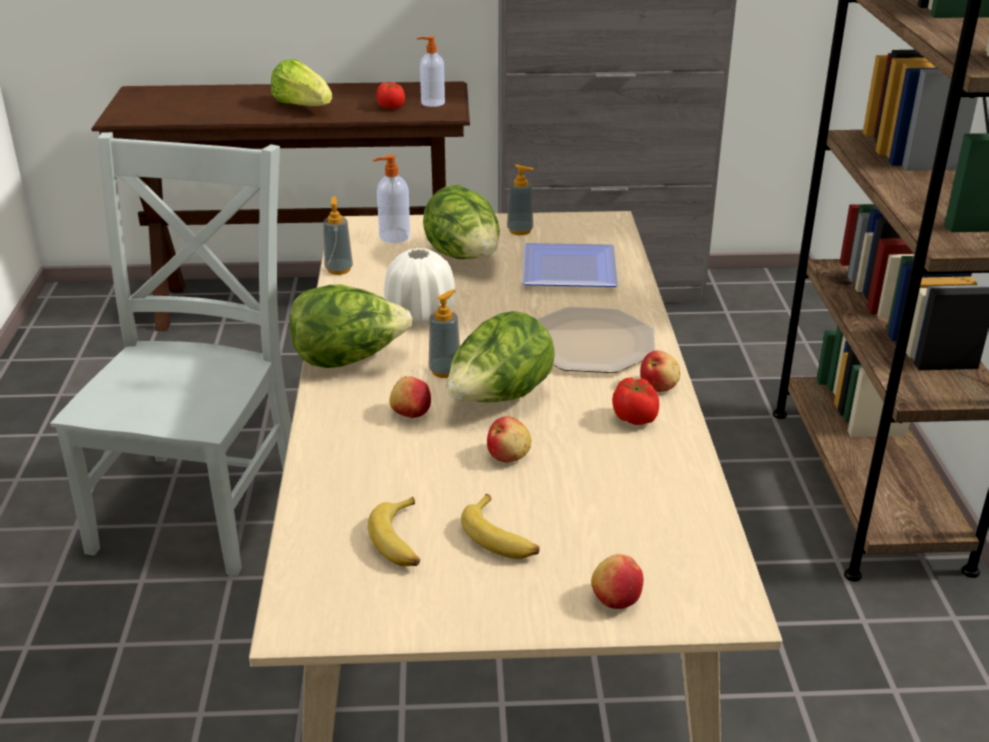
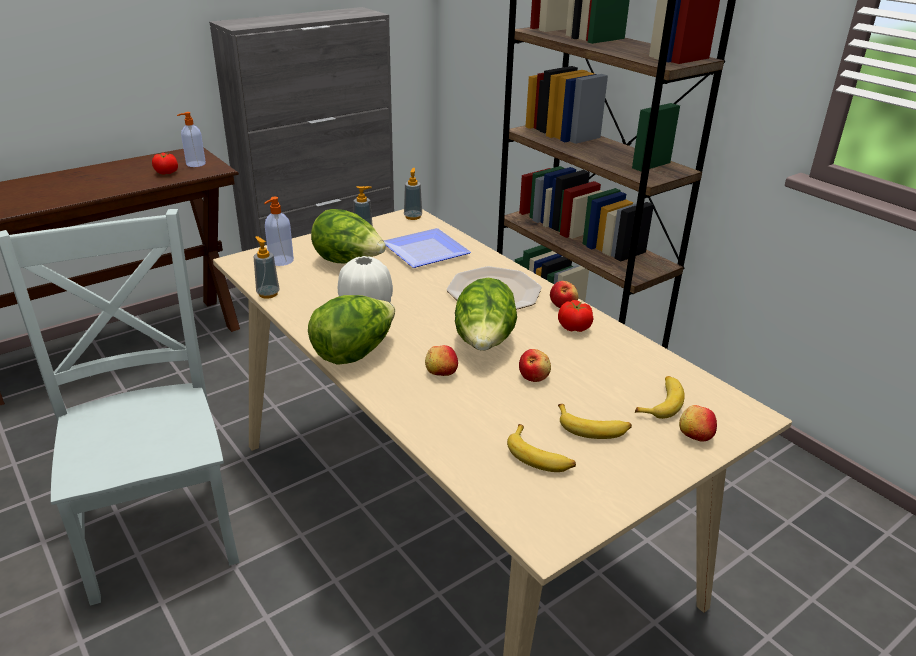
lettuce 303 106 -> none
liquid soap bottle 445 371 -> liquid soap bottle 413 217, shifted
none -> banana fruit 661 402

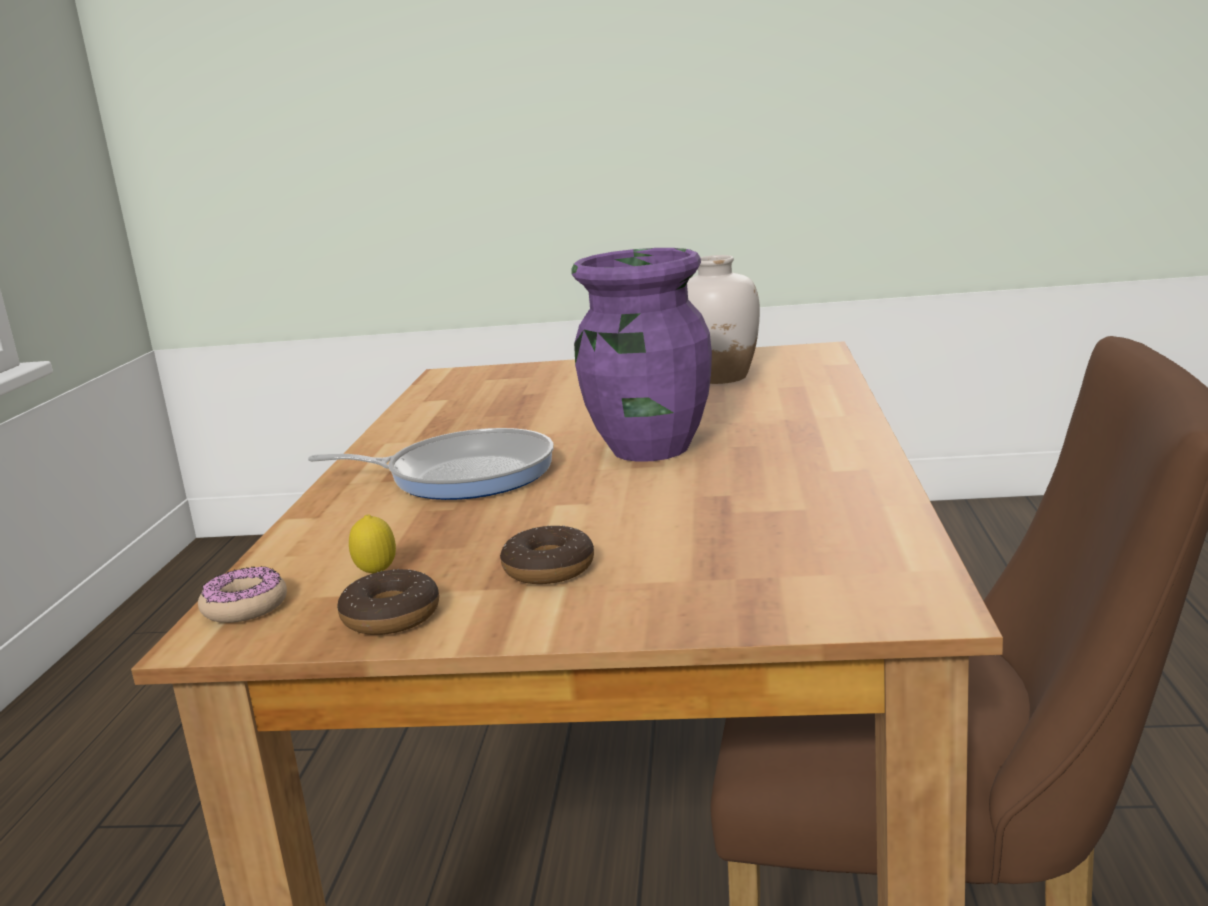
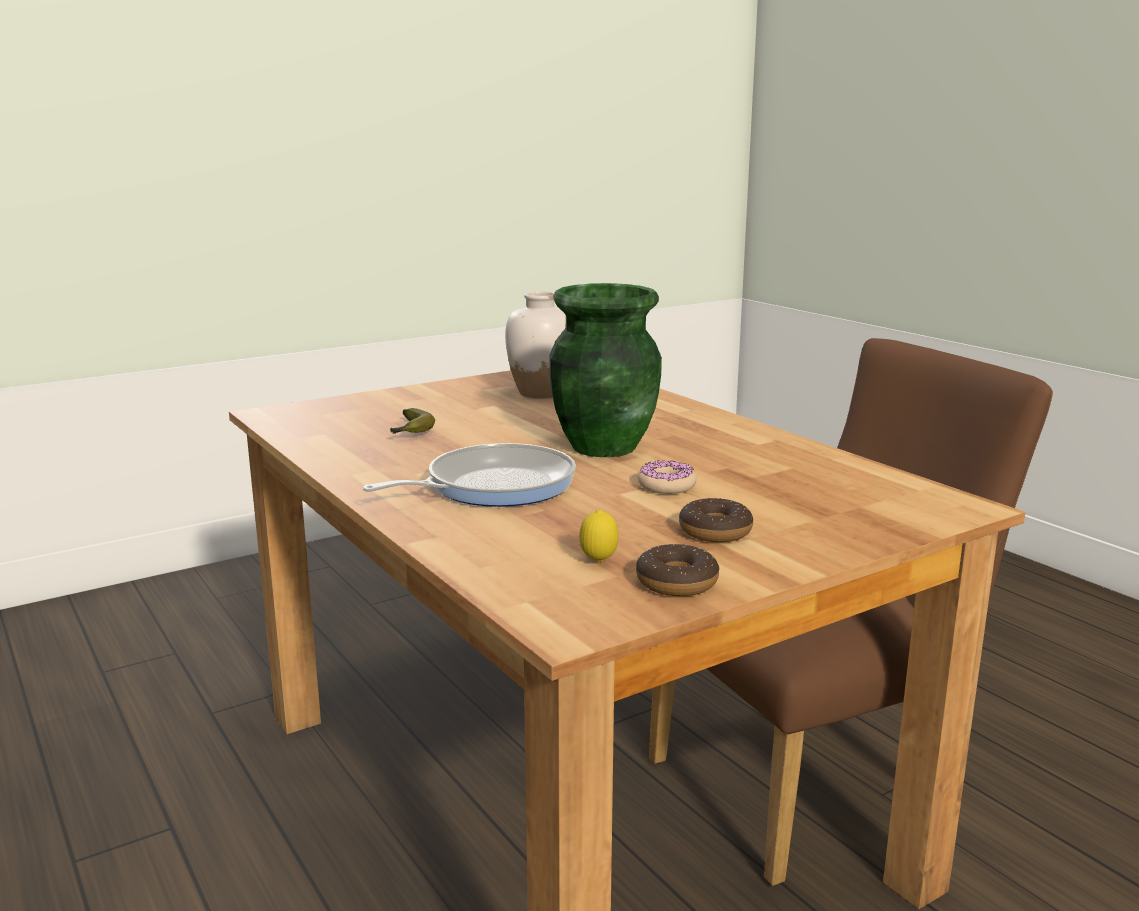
donut 245 607 -> donut 666 486, shifted
flower vase (purple-coloured) 649 448 -> flower vase (green) 602 447
none -> banana fruit 411 431

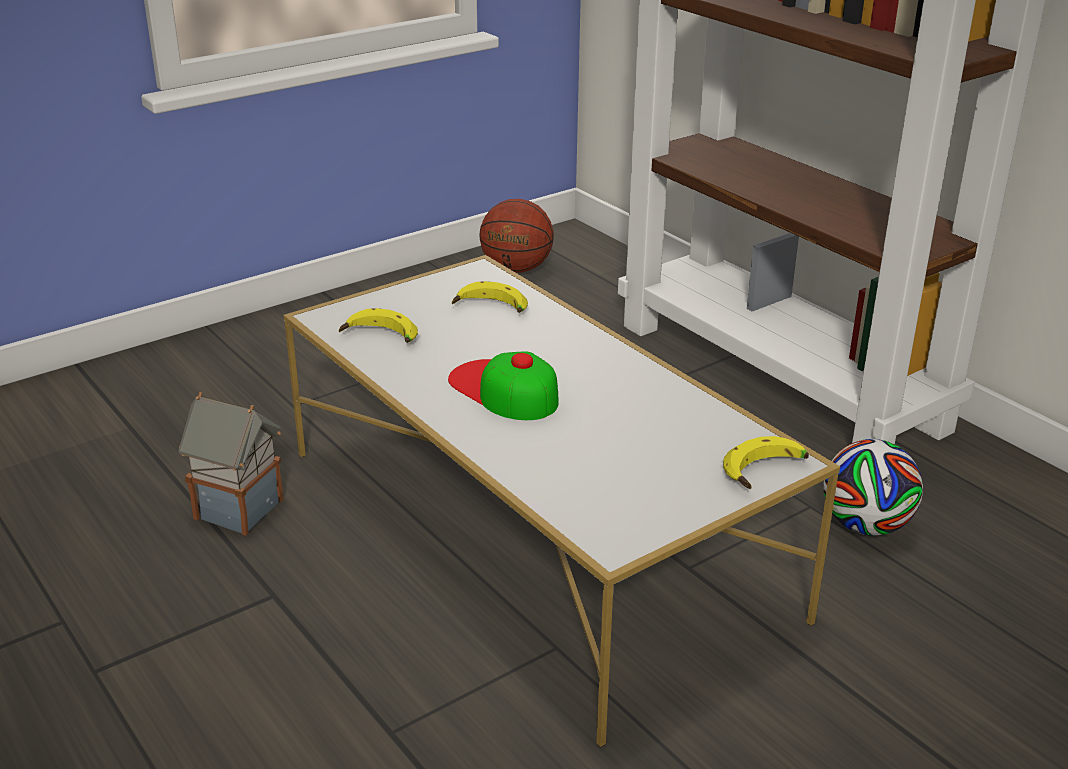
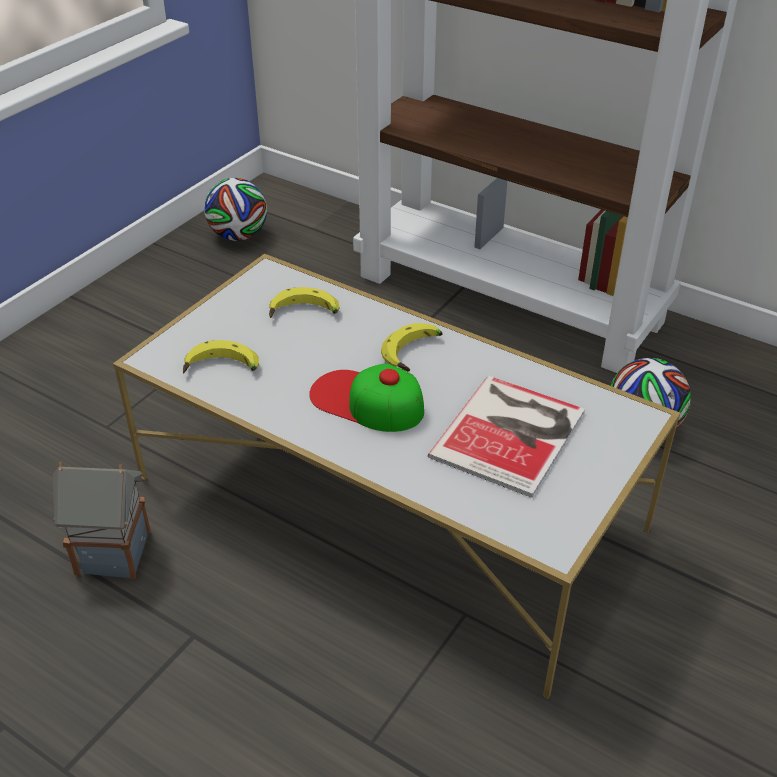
ball for basketball 516 269 -> football 238 236
banana fruit 766 473 -> banana fruit 414 354, shifted
none -> book 512 433

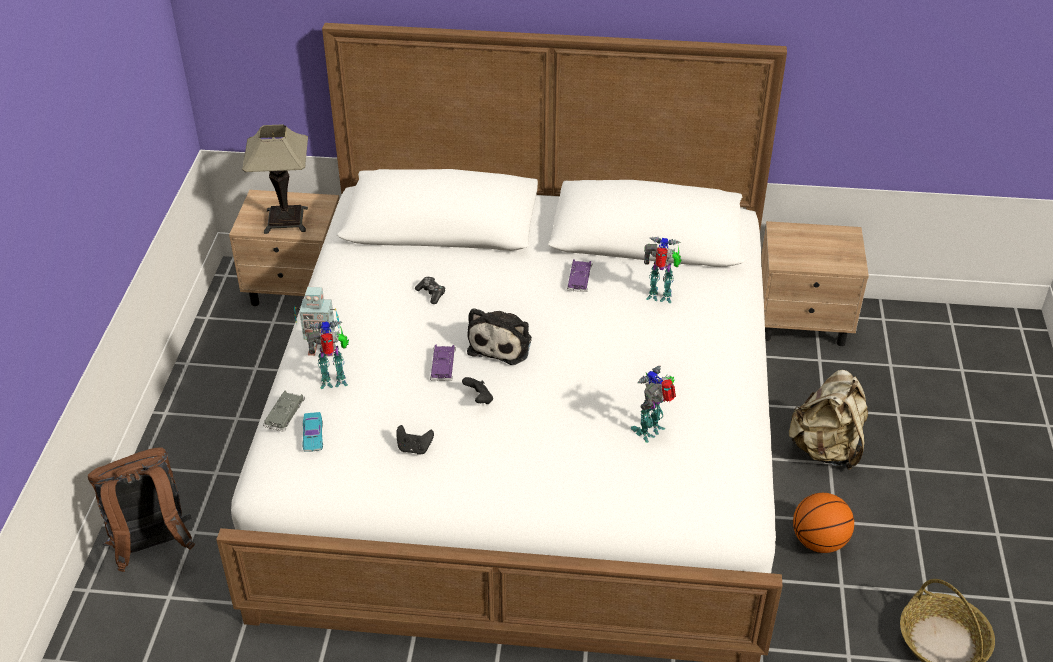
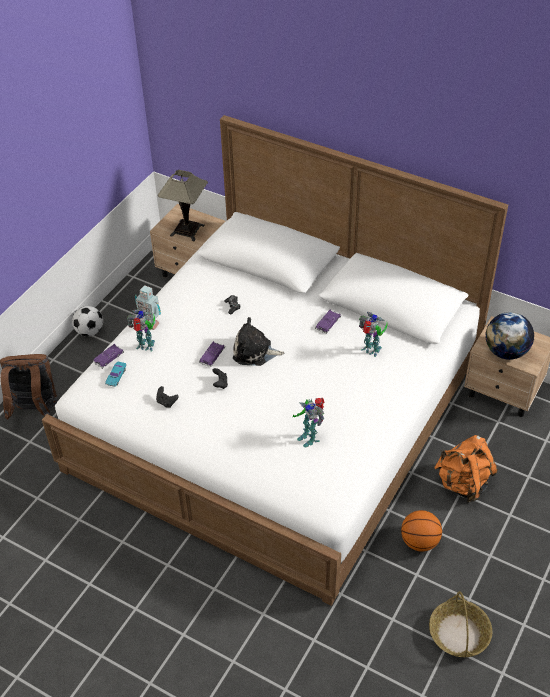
miniature car (grey) 284 414 -> miniature car (purple-coloured) 108 358
plush toy 502 343 -> plush toy 255 352, 60 degrees clockwise
toy robot 651 431 -> toy robot 309 437, 105 degrees counterclockwise
rucksack (beige) 826 449 -> rucksack (orangey) 463 483
none -> football 90 332
none -> world globe 505 352

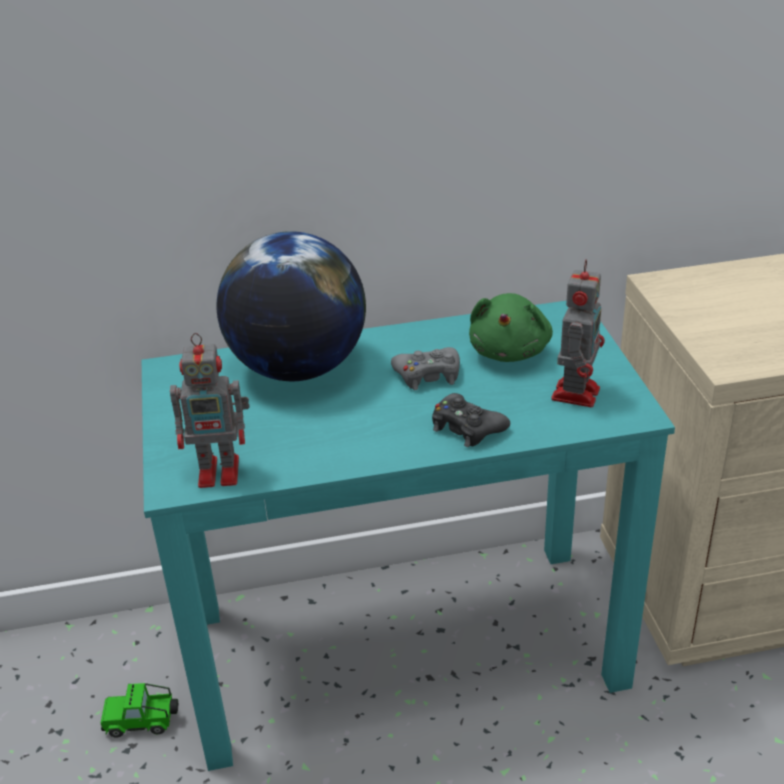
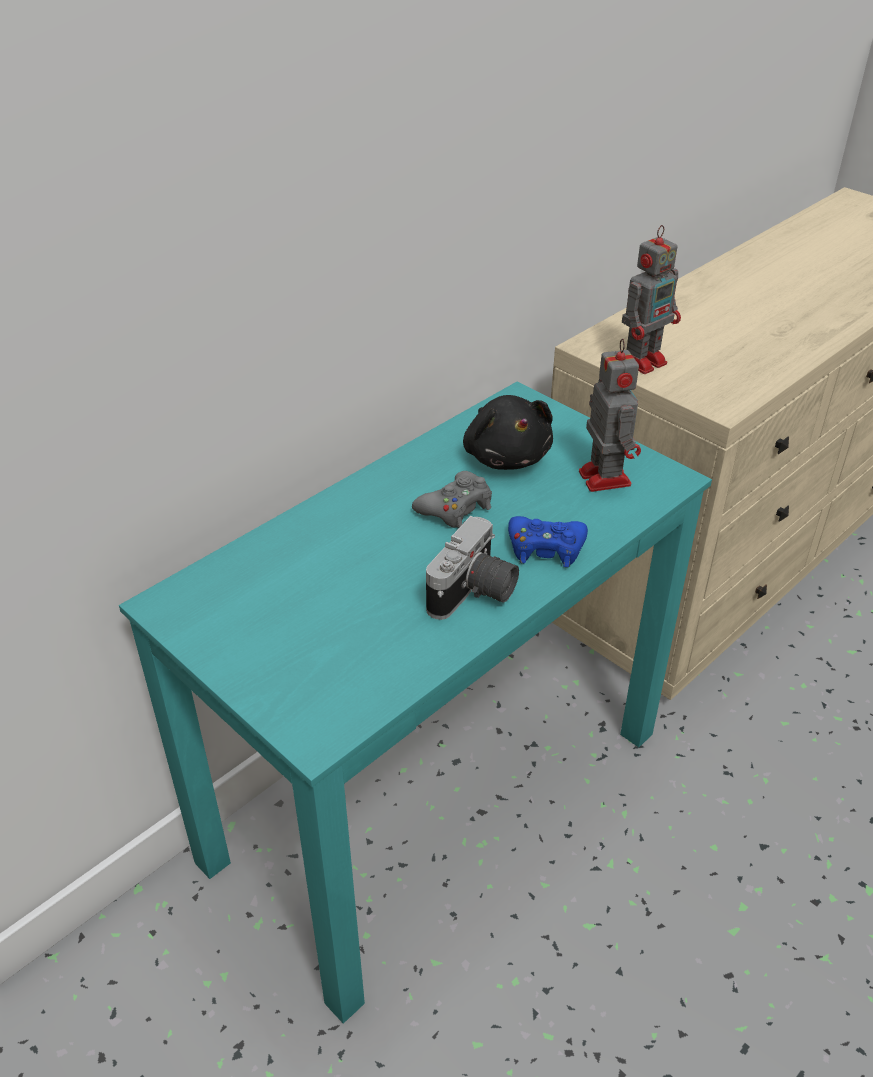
miniature car 143 722 -> none
toy robot 222 471 -> toy robot 643 360, shifted
world globe 298 368 -> none
gamepad (black) 467 428 -> gamepad (bluish) 546 548
plush toy (green) 510 351 -> plush toy (black) 506 456
none -> still camera 474 594

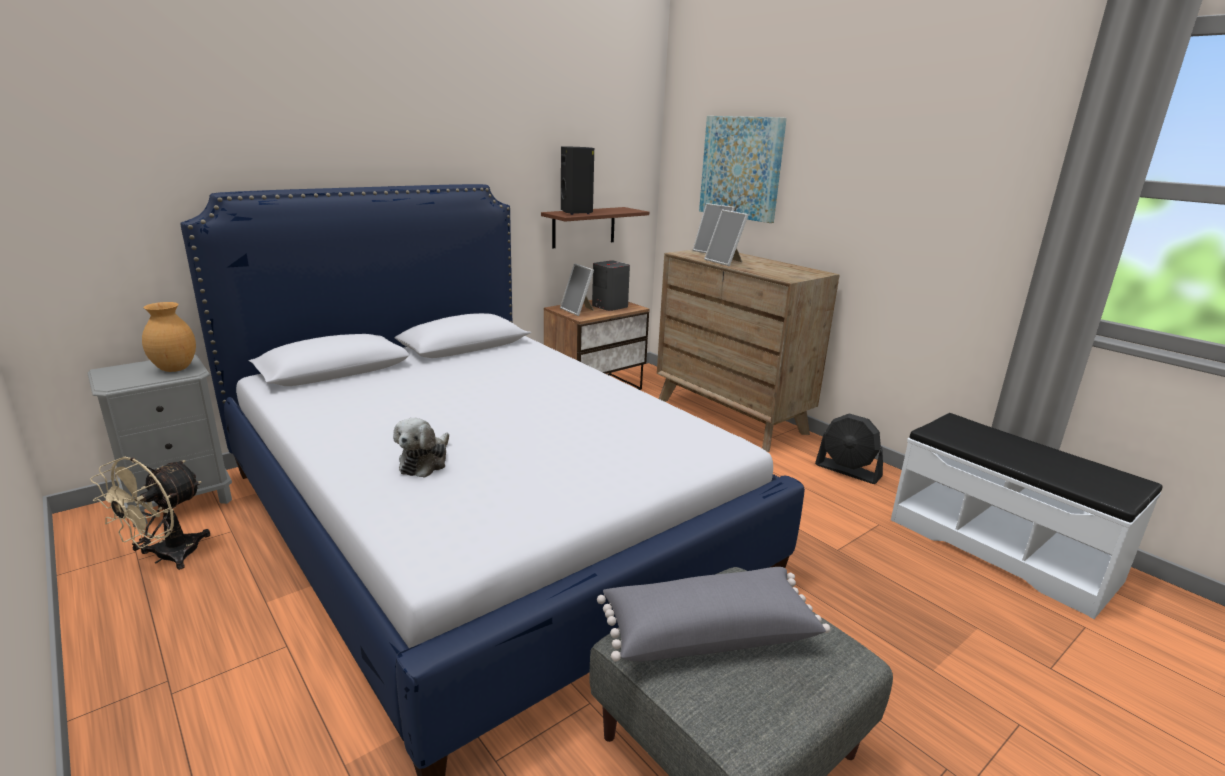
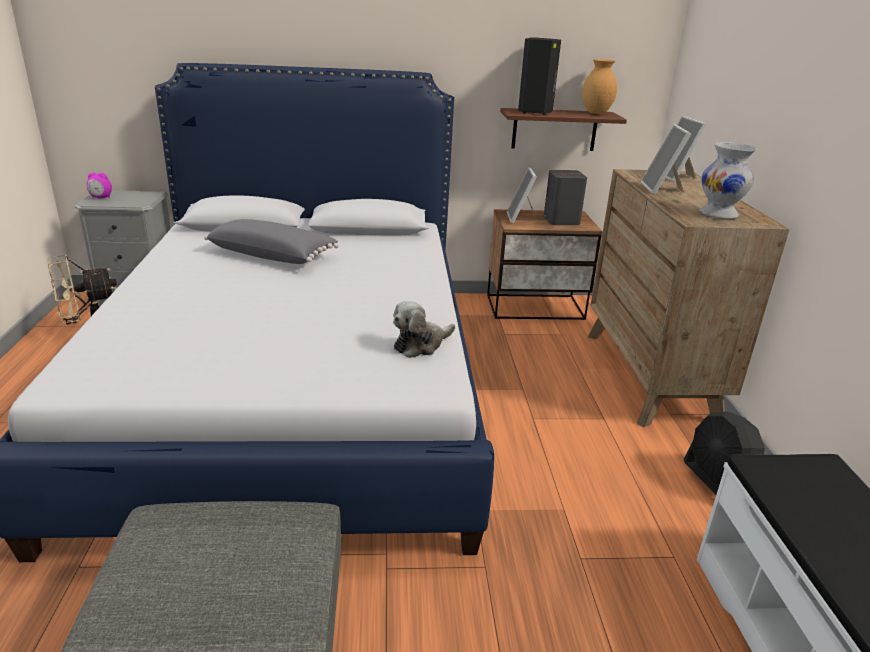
flower vase (brown) 174 369 -> flower vase (brown) 595 113, shifted
plush toy 425 462 -> plush toy 421 345, shifted
cushion (grey) 707 632 -> cushion (grey) 273 255, shifted
picture 741 168 -> none
none -> alarm clock 101 198
none -> flower vase (whitish) 719 214

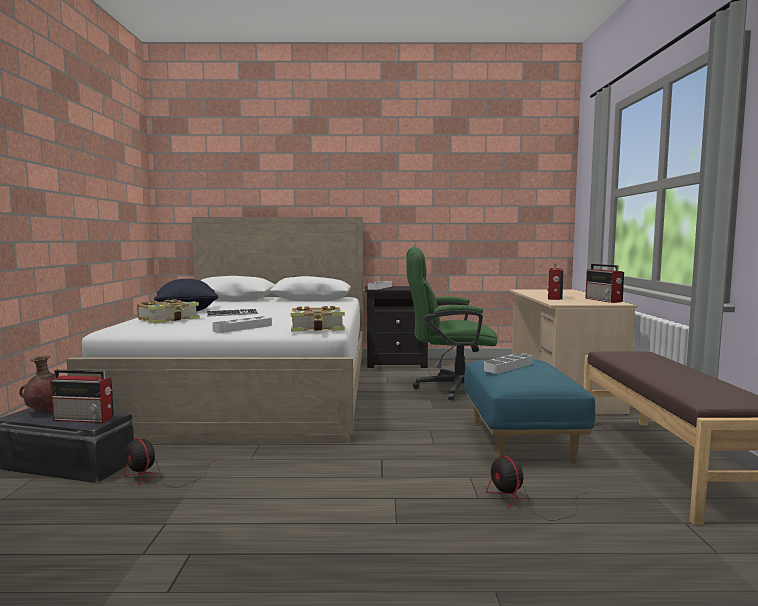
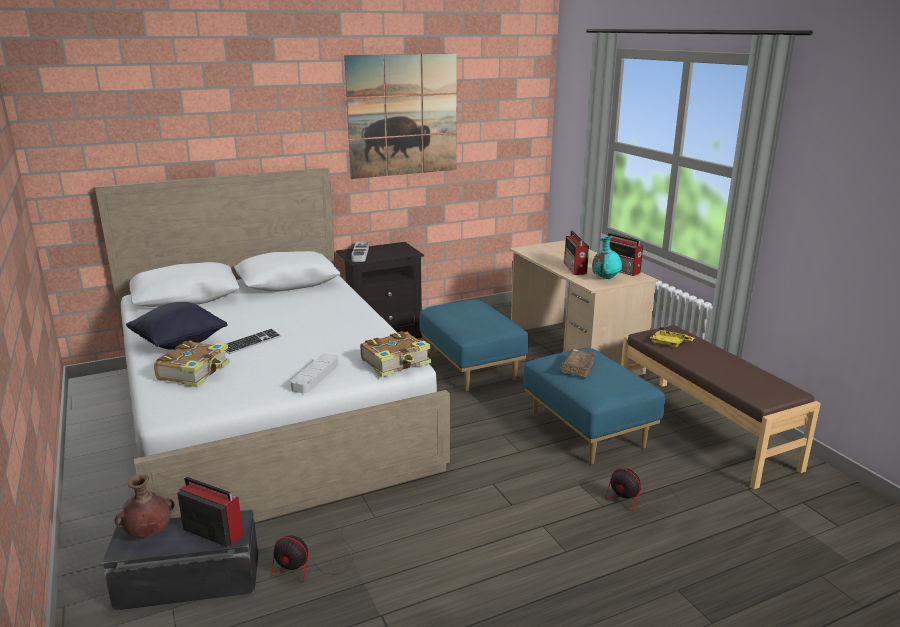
radio 85 418 -> radio 212 532, 135 degrees counterclockwise
computer chair (green) 449 388 -> footrest (bluish) 470 368
carrying tray (grey) 508 367 -> book (brown) 578 368
none -> picture 403 115
none -> flower vase (turquoise) 605 278
none -> carrying tray (yellow-coloured) 669 343

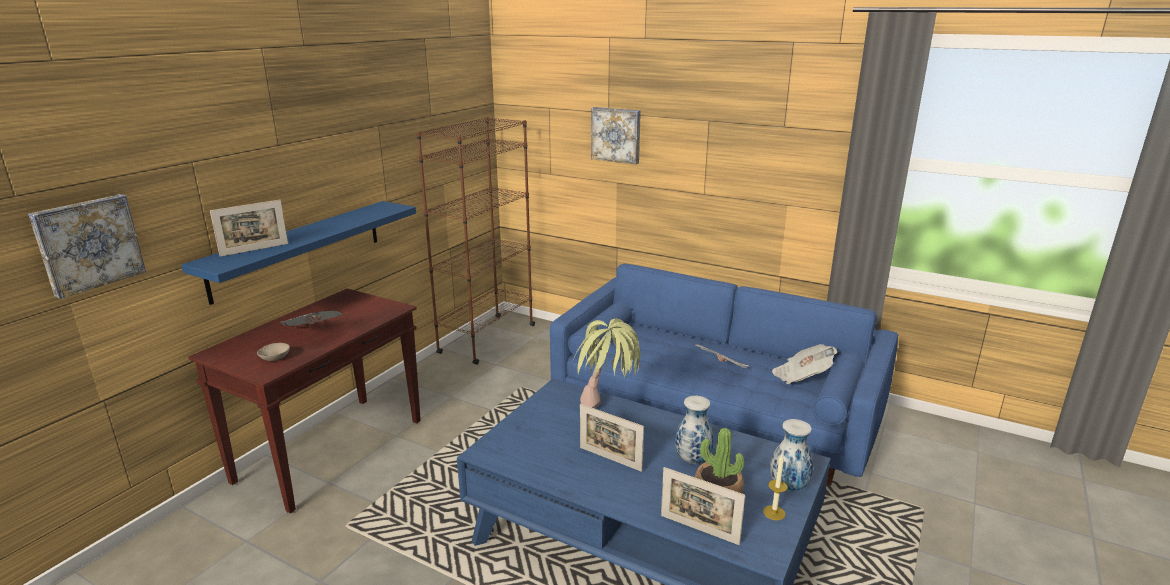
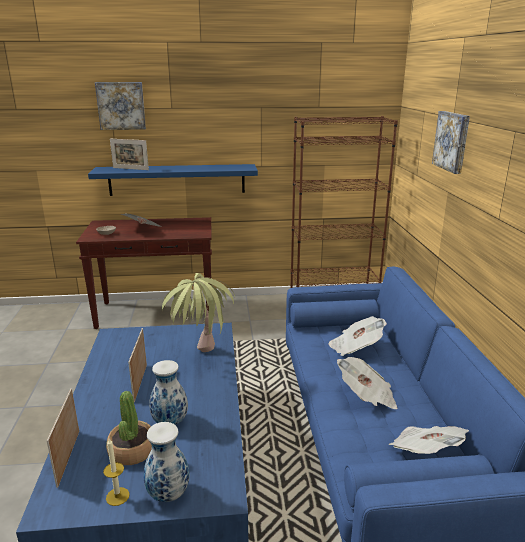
picture 88 244 -> picture 121 105, shifted
none -> daily paper 355 348

